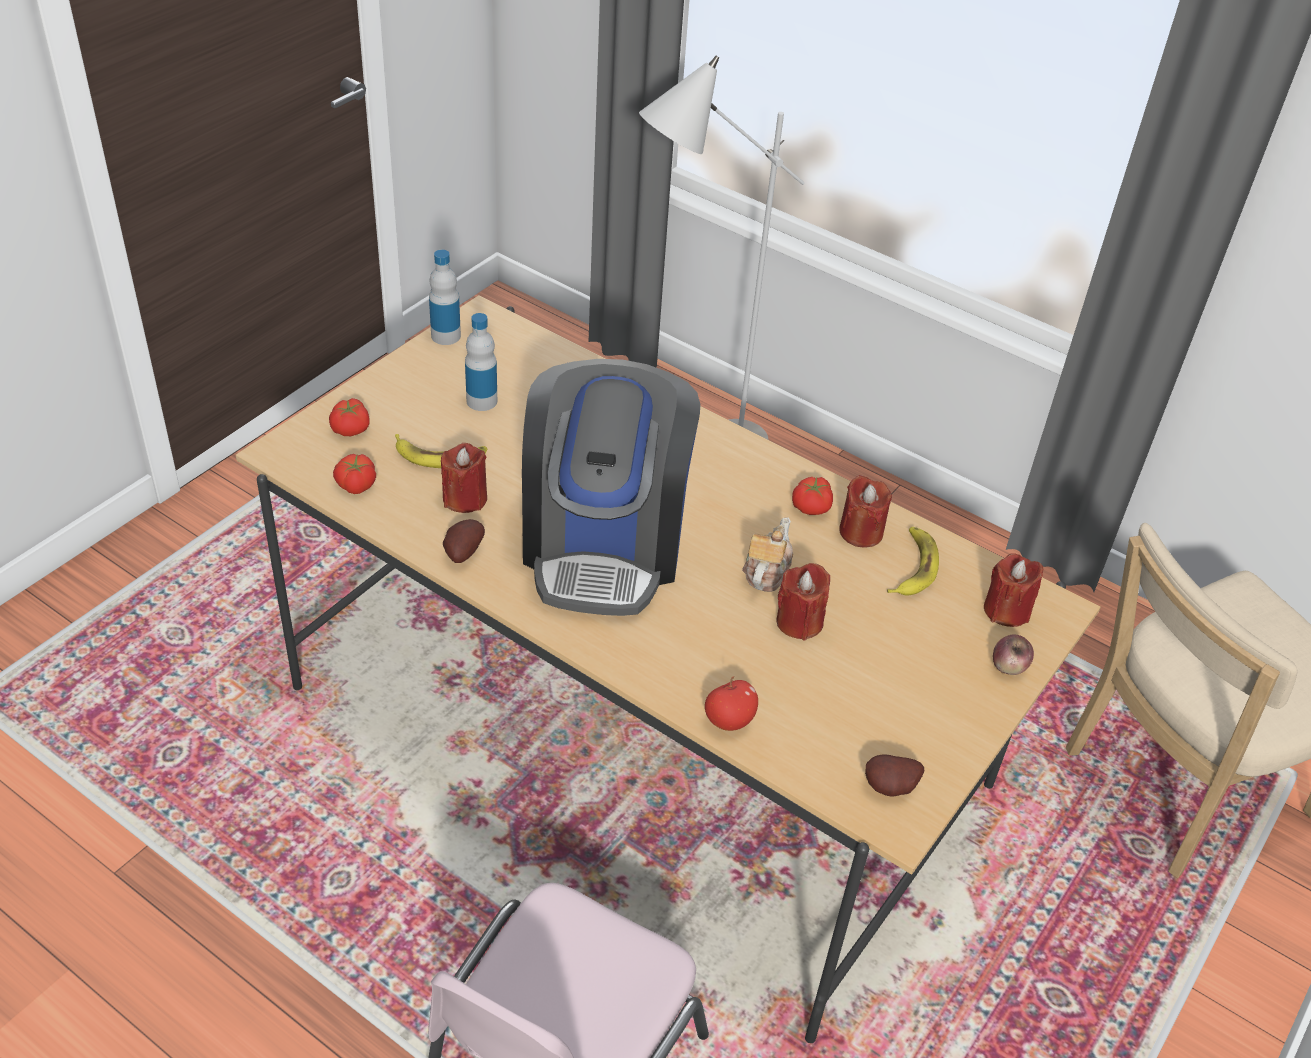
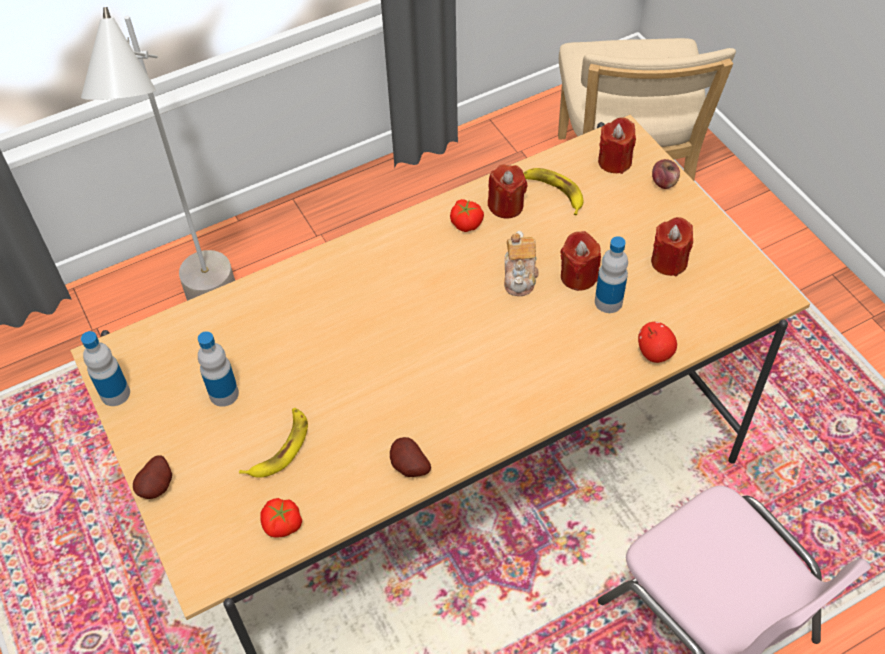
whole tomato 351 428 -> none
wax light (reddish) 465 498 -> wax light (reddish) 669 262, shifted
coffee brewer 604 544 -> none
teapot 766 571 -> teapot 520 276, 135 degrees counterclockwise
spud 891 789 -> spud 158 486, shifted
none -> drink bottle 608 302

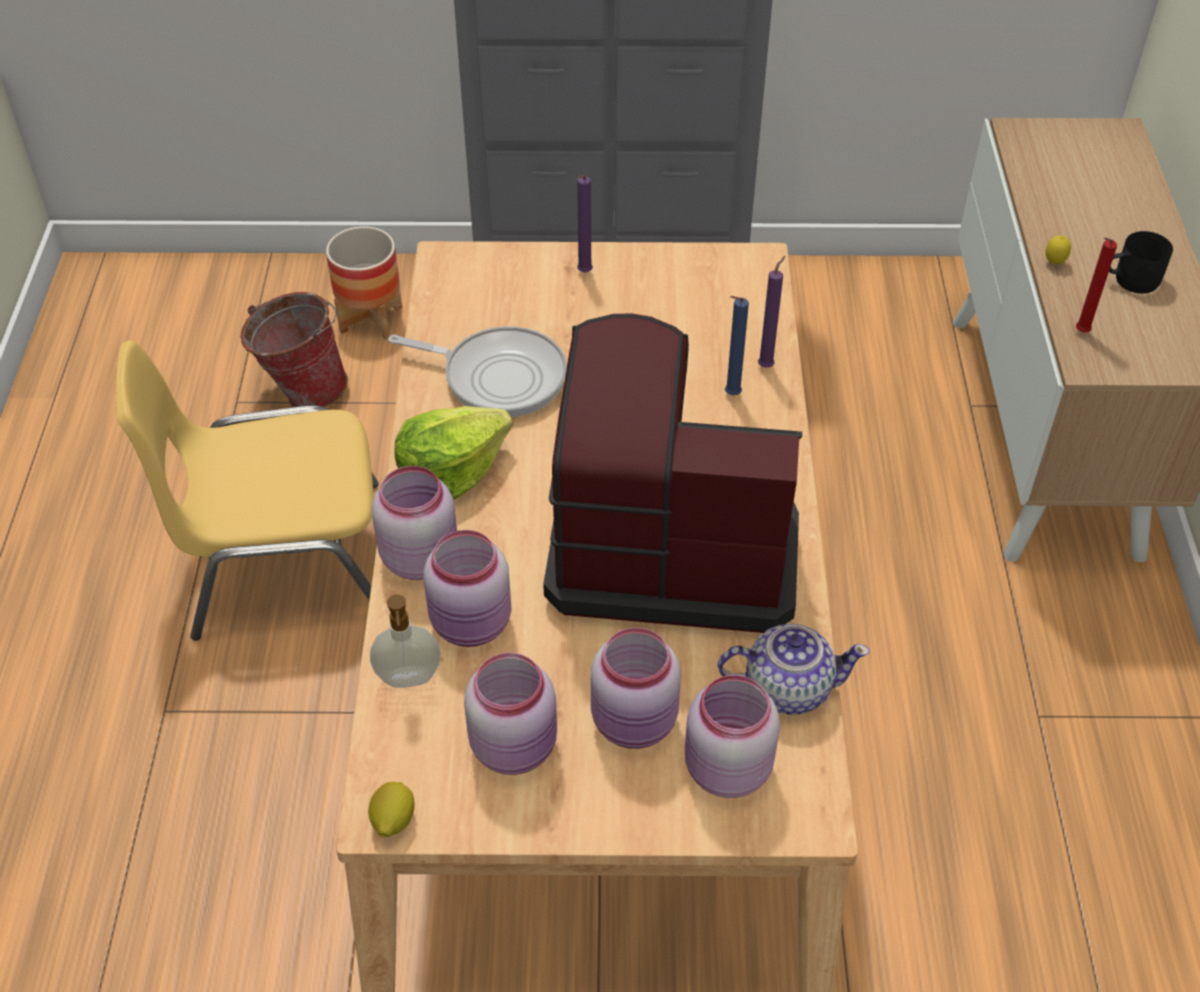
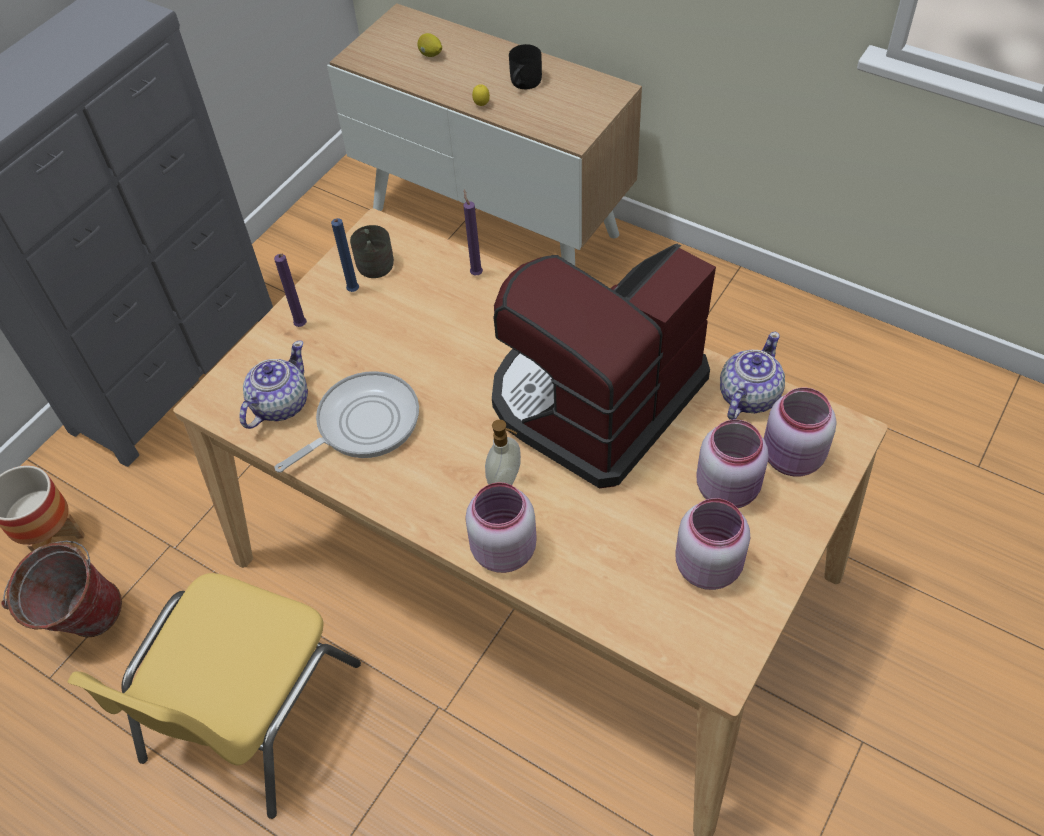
lemon 393 820 -> lemon 430 55, shifted
liquid soap bottle 409 679 -> liquid soap bottle 506 480, shifted
lettuce 451 471 -> none
storage jar (pink) 473 624 -> none
wax light (bluish) 730 395 -> wax light (bluish) 353 292, shifted
wax light (reddish) 1080 333 -> none
none -> teapot 279 404
none -> mug (grey) 375 261

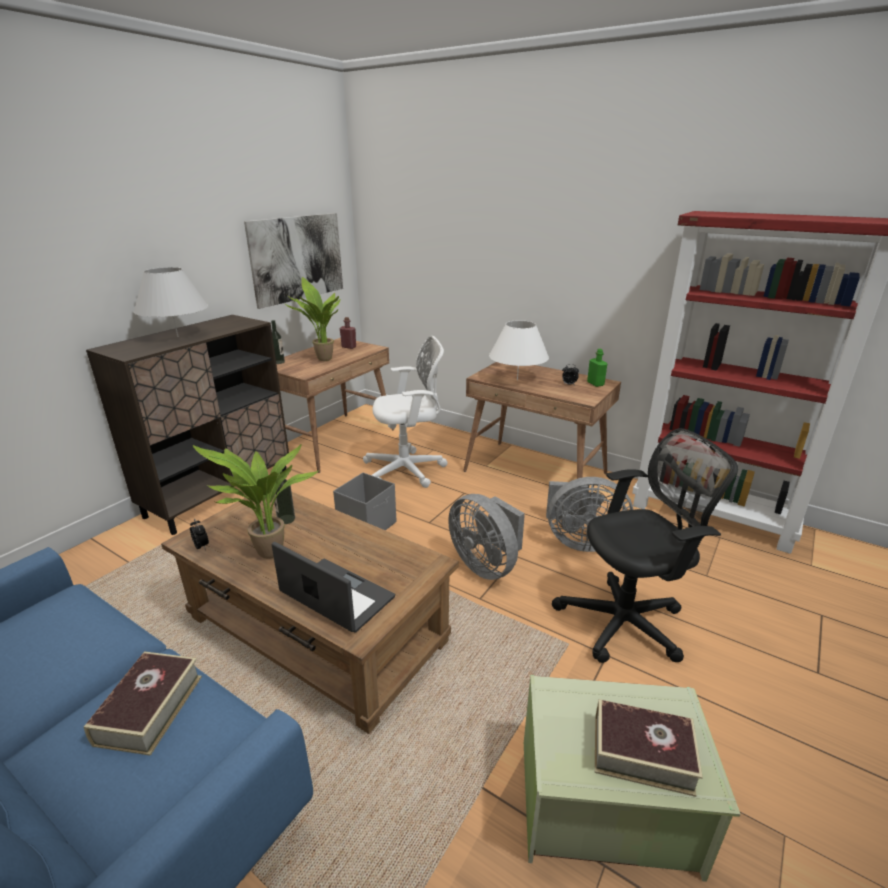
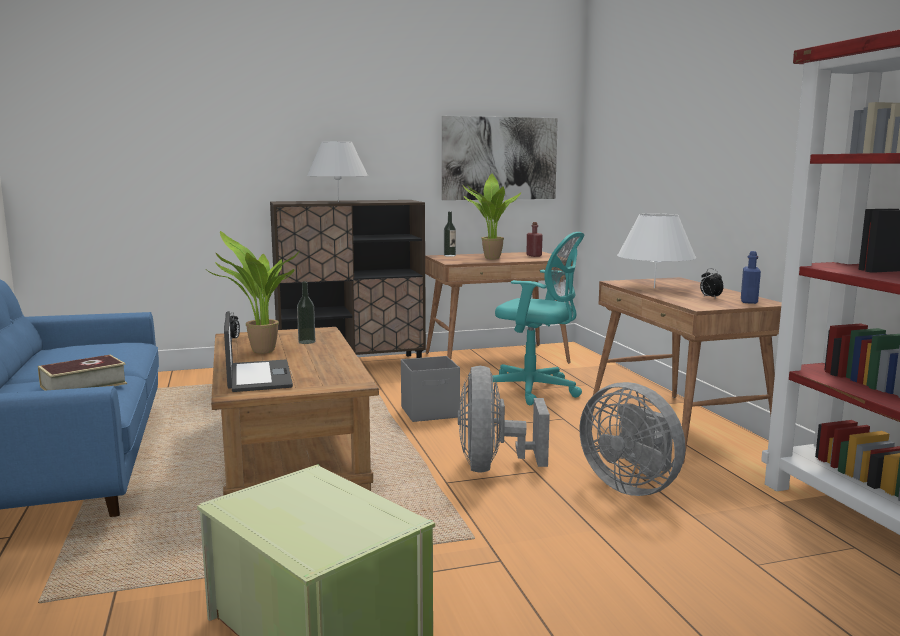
computer chair (whitish) 408 470 -> computer chair (turquoise) 534 390
computer chair (black) 627 622 -> none
drink bottle (green) 595 383 -> drink bottle (bluish) 749 301
book 642 754 -> none

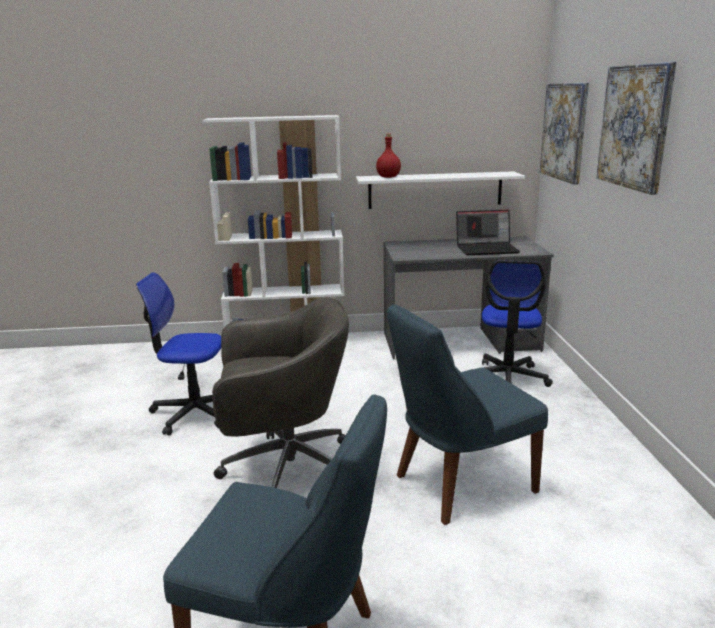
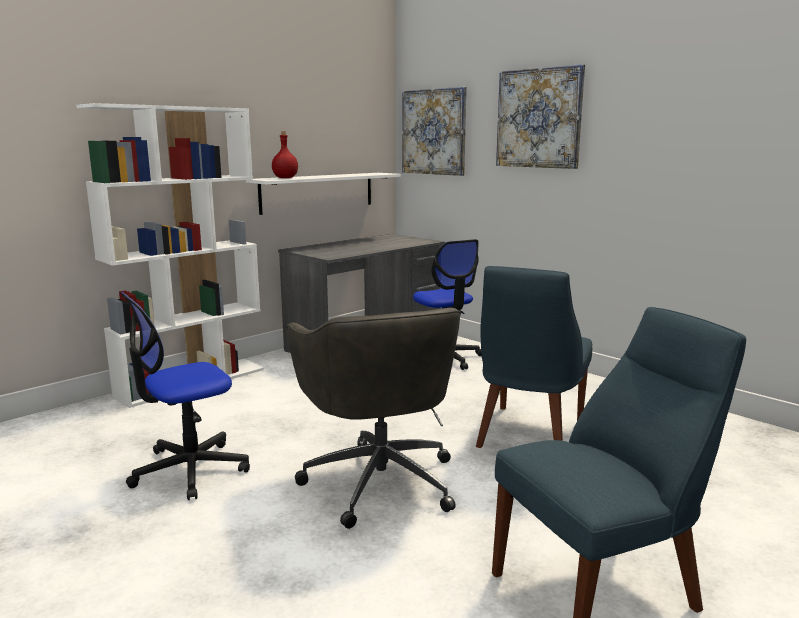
computer chair (grey) 285 471 -> computer chair (grey) 379 480, 120 degrees clockwise
notebook computer 487 249 -> none

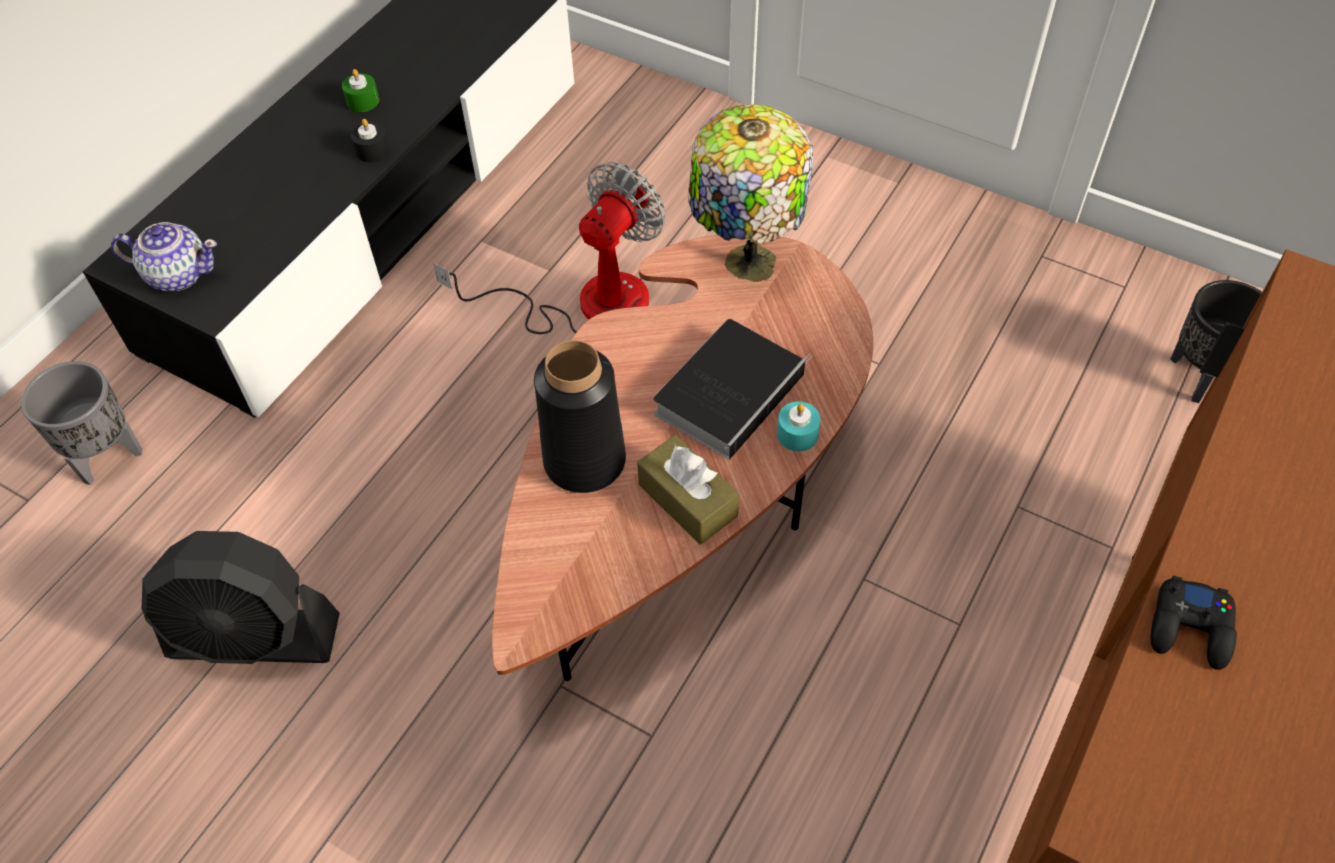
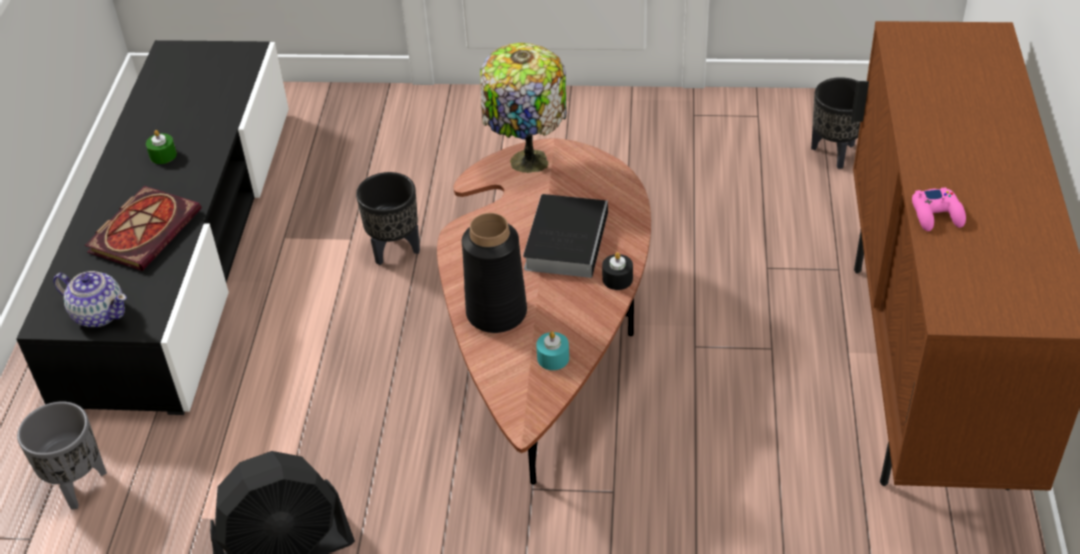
teapot 178 274 -> teapot 99 313, 45 degrees clockwise
wax light (black) 372 150 -> wax light (black) 617 279, shifted
electric fan 587 303 -> planter (black) 393 250
tissue box (brown) 687 500 -> none
wax light (turquoise) 797 434 -> wax light (turquoise) 553 358, shifted
gamepad (black) 1190 628 -> gamepad (pink) 937 215
none -> book 145 229

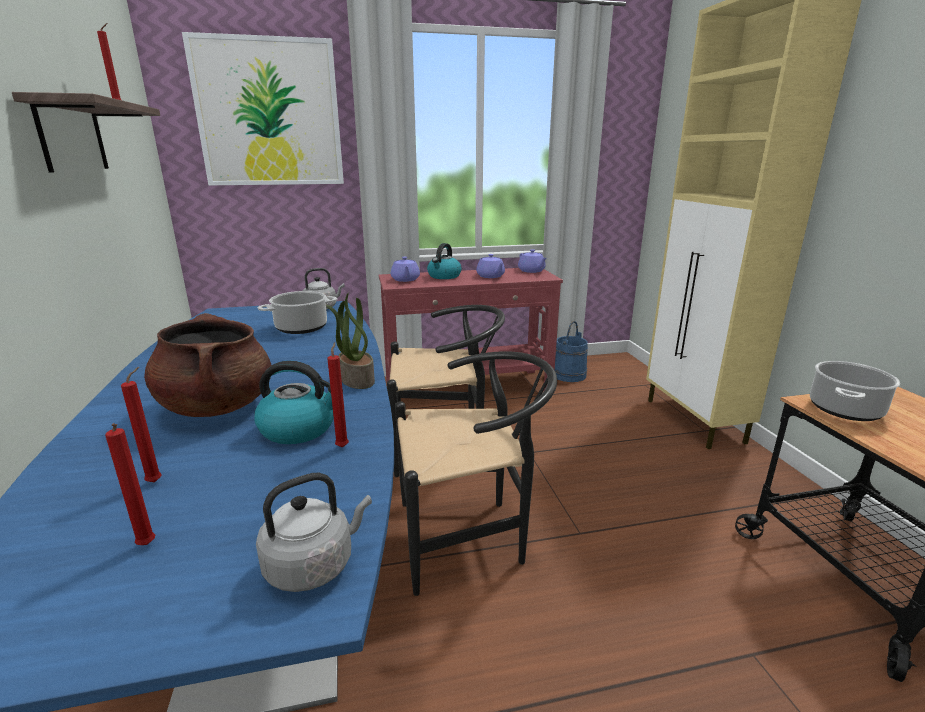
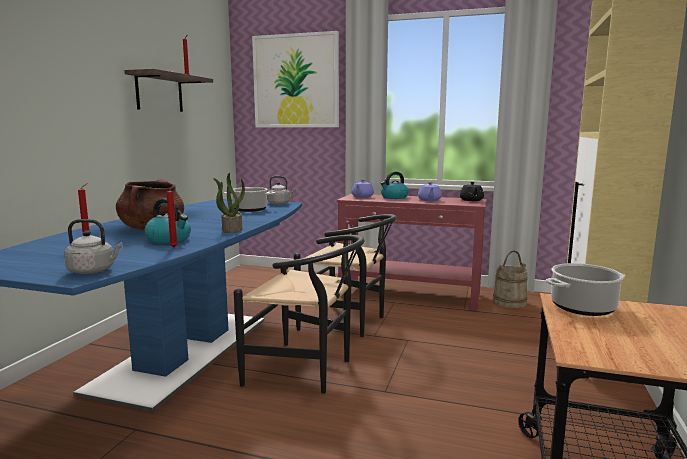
wax light (reddish) 147 546 -> none
teapot (purple-coloured) 531 271 -> teapot (black) 471 200
water bucket (bluish) 568 374 -> water bucket (beige) 509 302

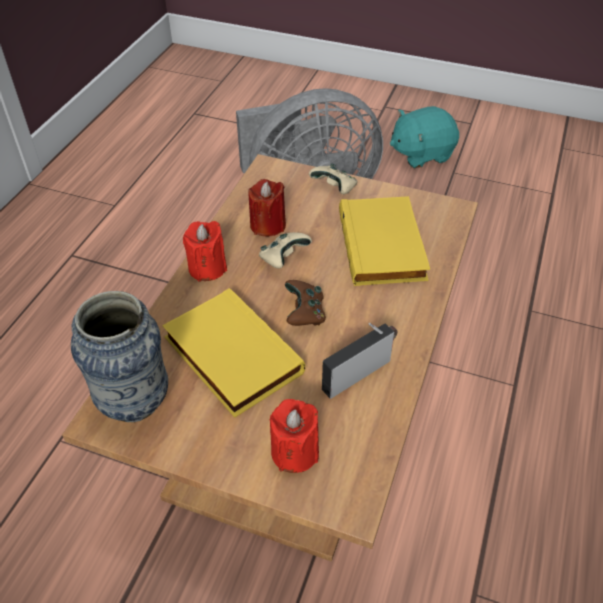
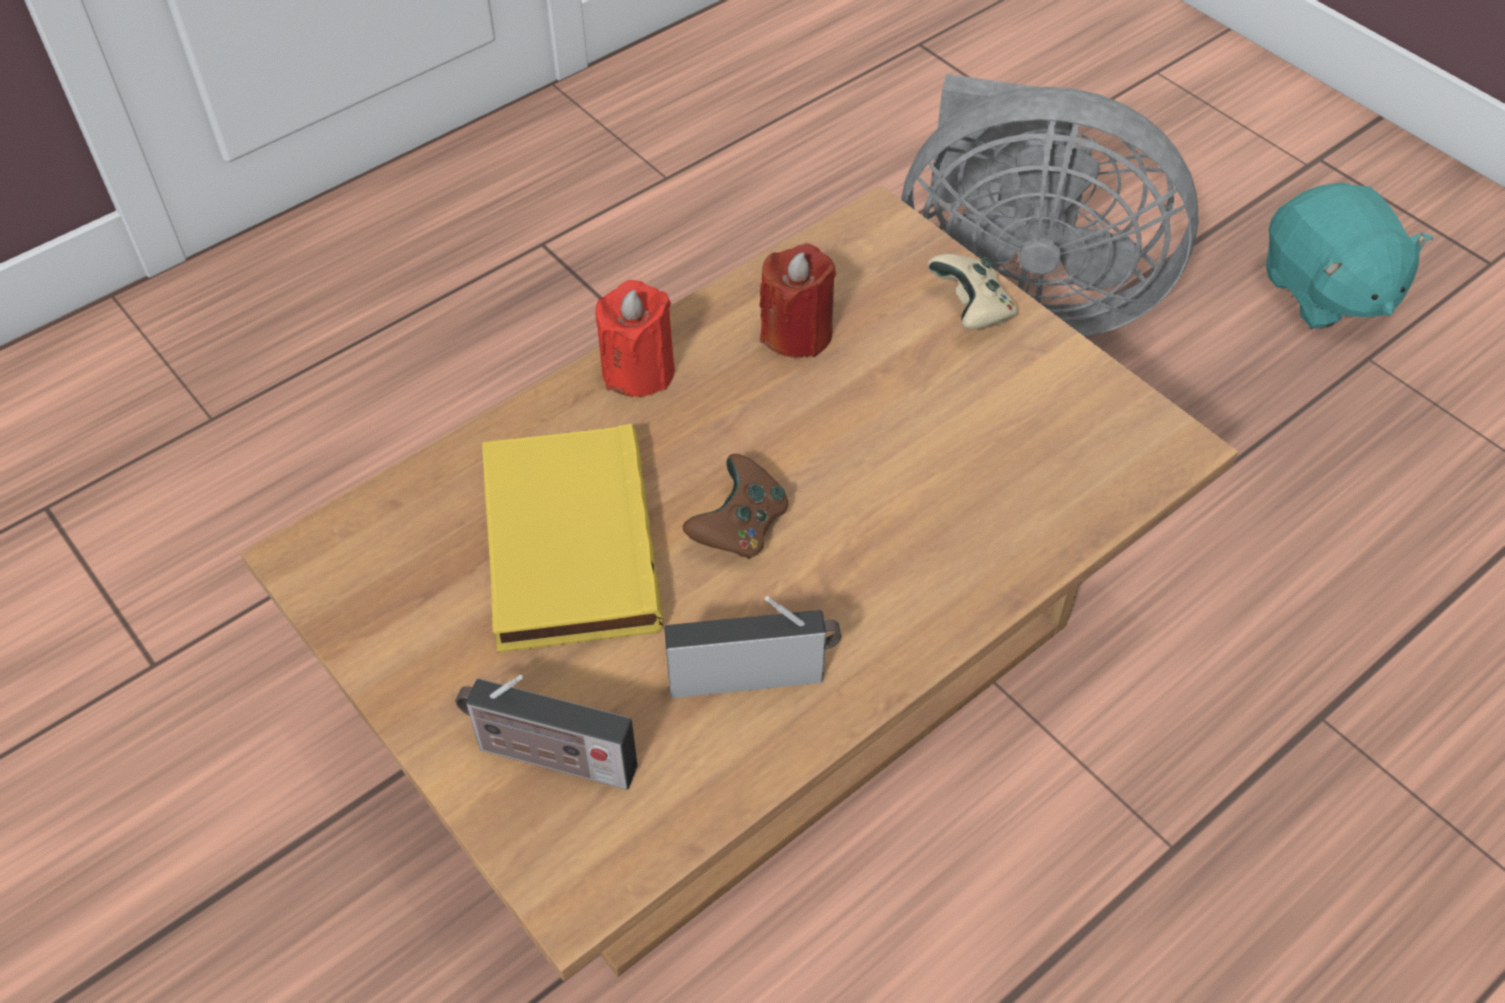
flower vase 135 402 -> none
gamepad (beige) 283 258 -> none
wax light (reddish) 295 452 -> radio 549 758
book (yellow-coloured) 384 246 -> none
plush toy (turquoise) 421 154 -> plush toy (turquoise) 1325 292, 120 degrees counterclockwise

